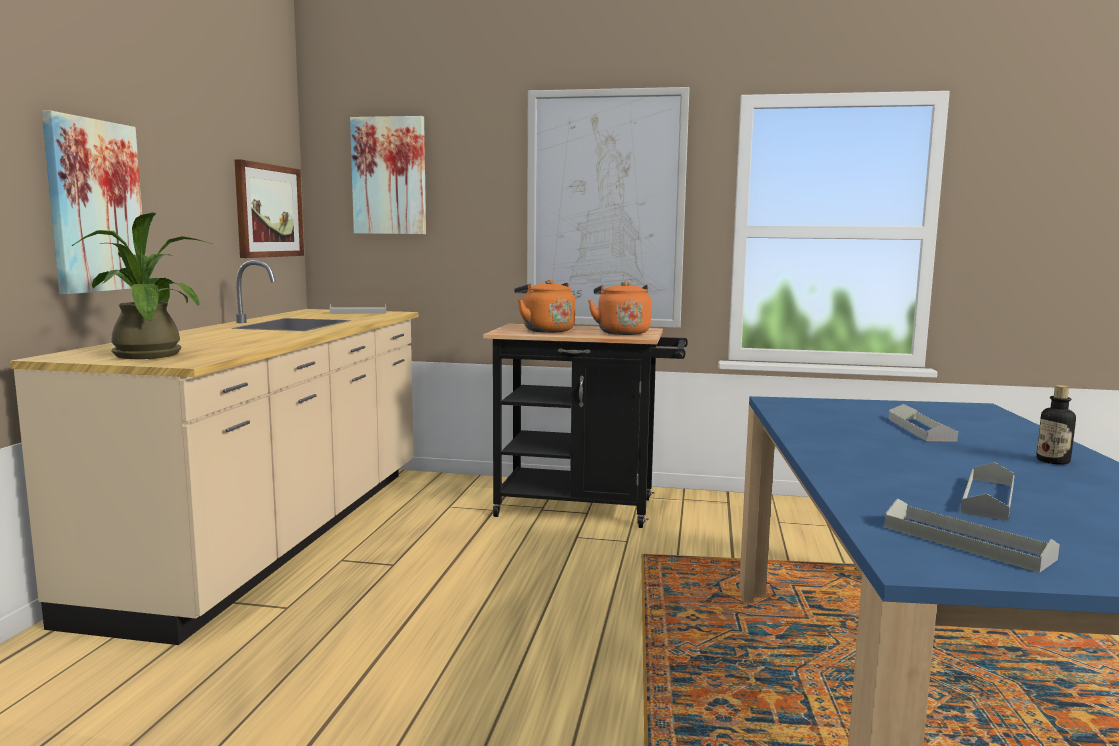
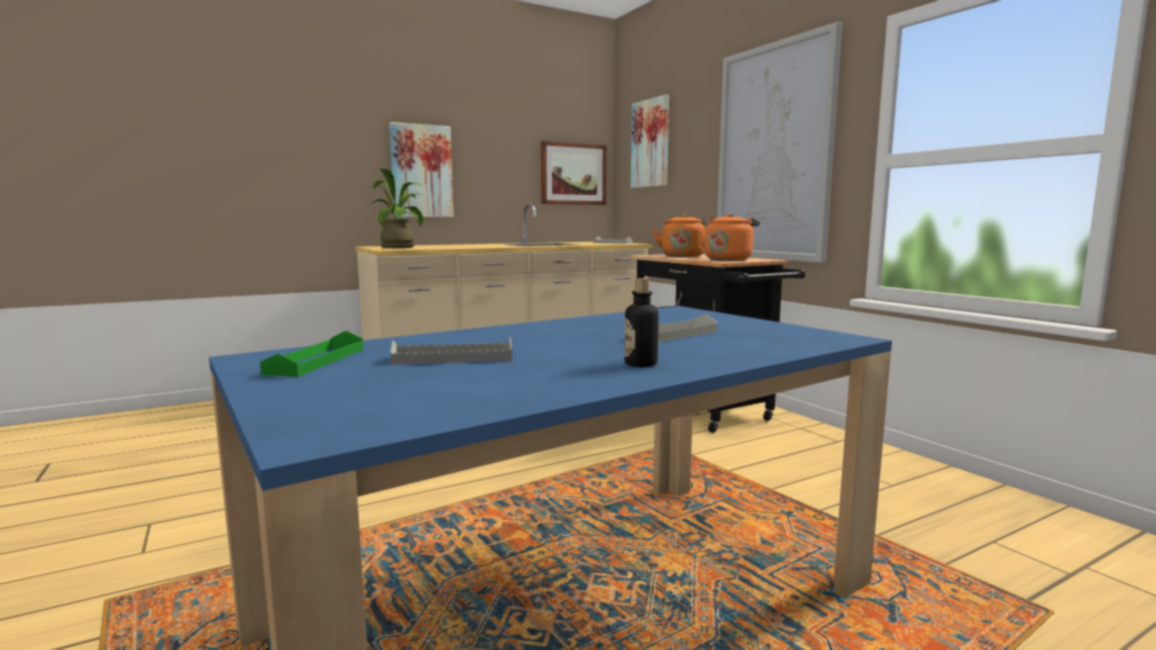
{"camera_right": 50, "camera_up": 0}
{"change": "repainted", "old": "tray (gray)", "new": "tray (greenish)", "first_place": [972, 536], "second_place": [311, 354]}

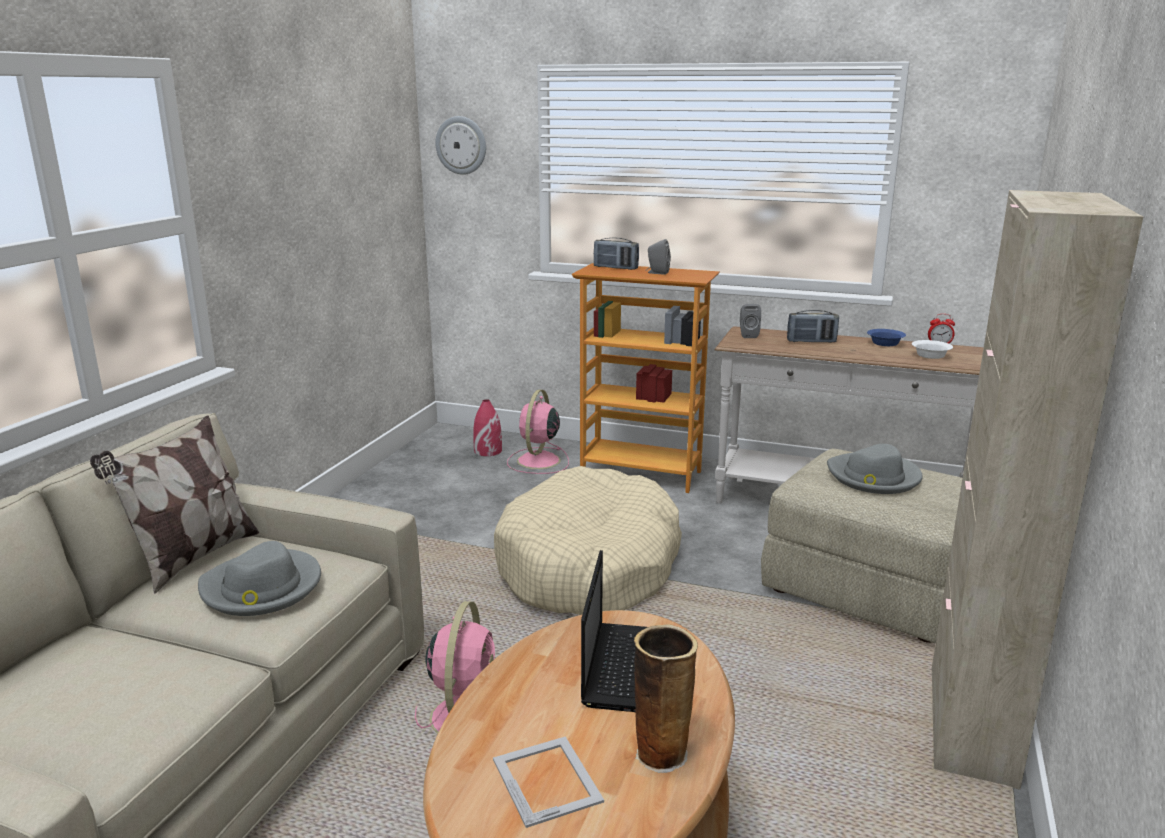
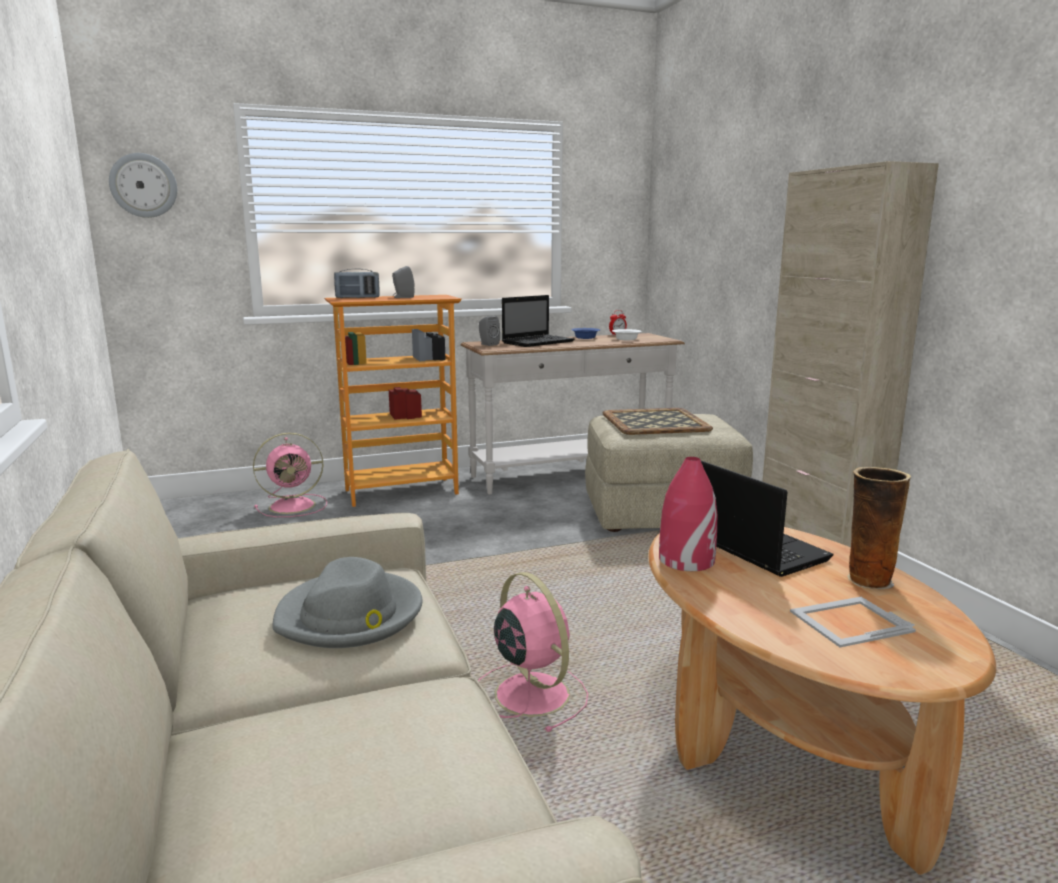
{"camera_right": -40, "camera_up": -5}
{"change": "gone", "old": "throw pillow", "first_place": [174, 504]}
{"change": "gone", "old": "dog bed (beige-coloured)", "first_place": [588, 540]}
{"change": "shifted", "old": "flower vase (red)", "first_place": [487, 427], "second_place": [688, 514]}
{"change": "swapped", "old": "radio", "new": "laptop", "first_place": [813, 326], "second_place": [538, 321]}
{"change": "swapped", "old": "clothing hat (gray)", "new": "tray", "first_place": [875, 469], "second_place": [658, 421]}
{"change": "rotated", "old": "picture frame", "first_place": [548, 782], "second_place": [853, 622], "degrees": -45}
{"change": "rotated", "old": "fan (pink)", "first_place": [538, 431], "second_place": [290, 474], "degrees": -90}

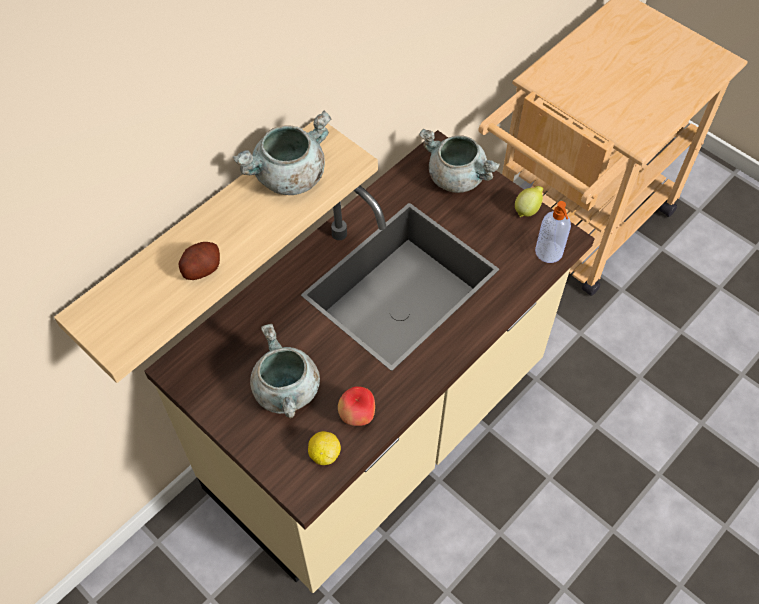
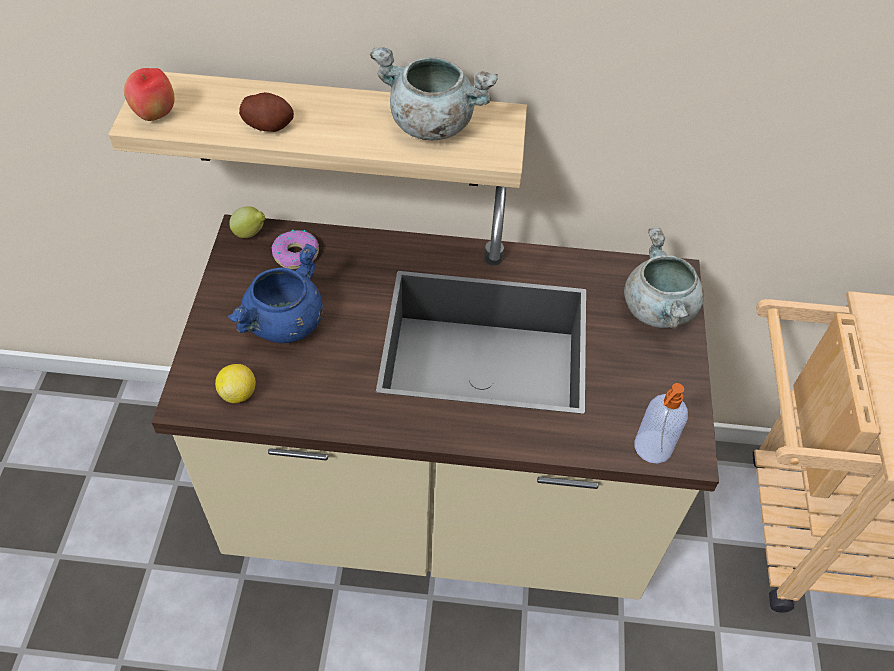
{"camera_right": 50, "camera_up": -5}
{"change": "new", "new": "doughnut", "second_place": [295, 249]}
{"change": "shifted", "old": "apple", "first_place": [356, 406], "second_place": [149, 94]}
{"change": "shifted", "old": "whole lemon", "first_place": [529, 201], "second_place": [247, 222]}
{"change": "repainted", "old": "saucepot (gray)", "new": "saucepot (blue)", "first_place": [285, 371], "second_place": [275, 293]}

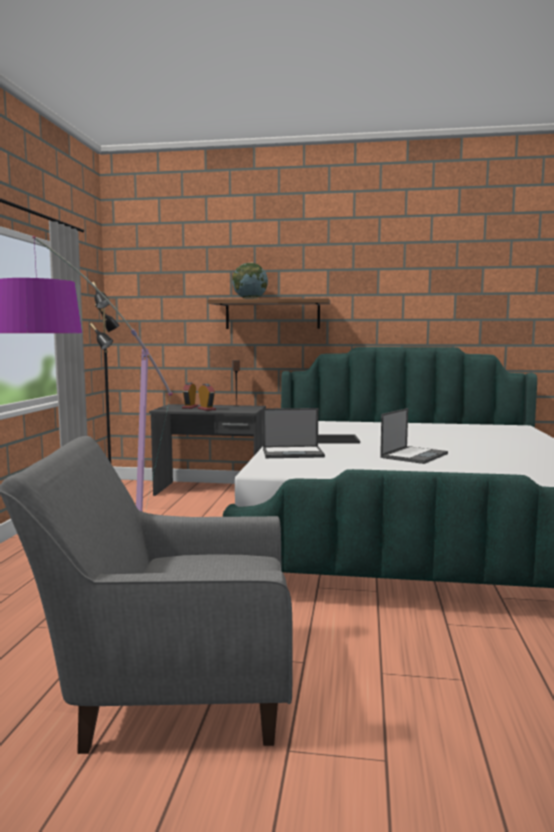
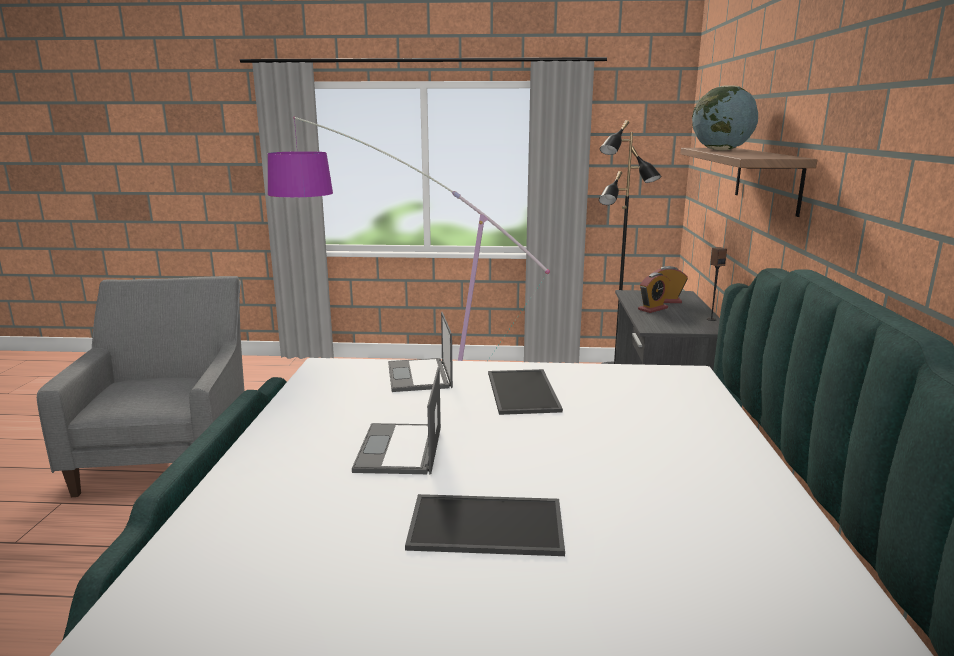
{"camera_right": 85, "camera_up": 10}
{"change": "new", "new": "tray", "second_place": [485, 525]}
{"change": "rotated", "old": "laptop", "first_place": [414, 436], "second_place": [396, 420], "degrees": 60}

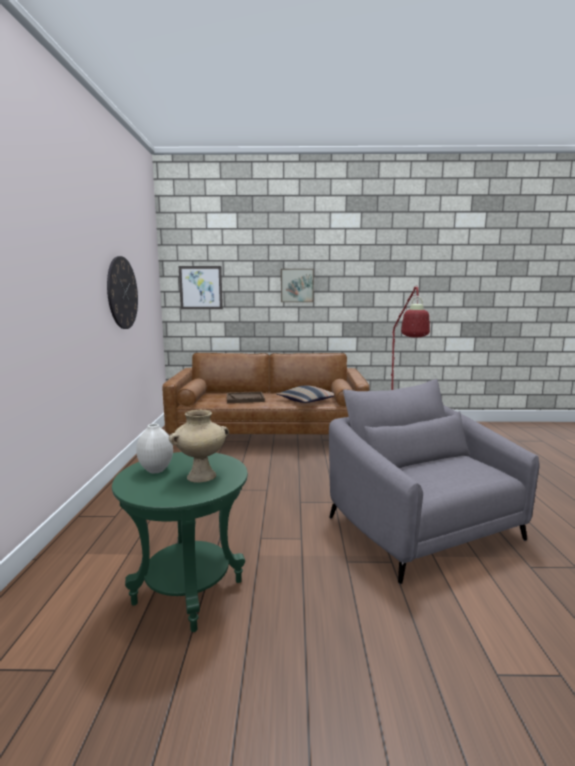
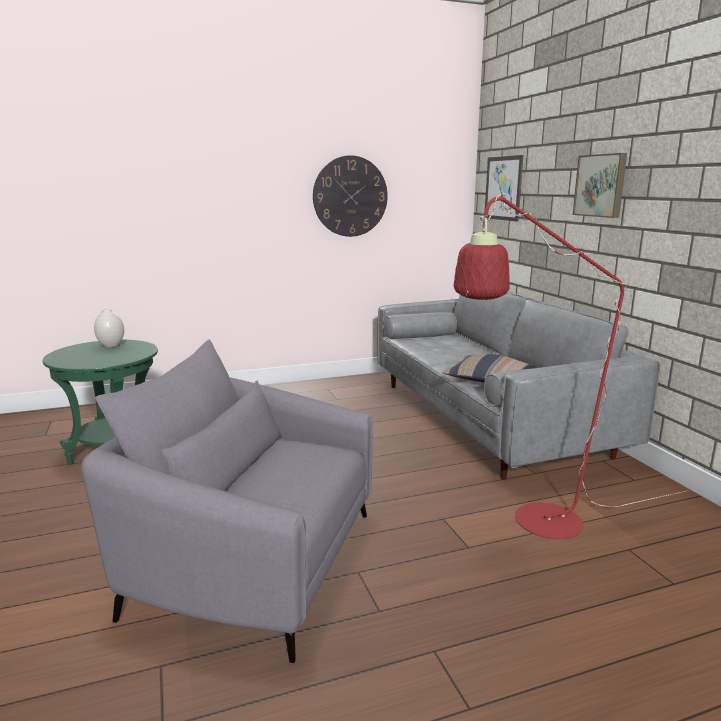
{"camera_right": 70, "camera_up": 5}
{"change": "gone", "old": "flower vase (beige-coloured)", "first_place": [199, 446]}
{"change": "gone", "old": "tray (brownish)", "first_place": [246, 397]}
{"change": "repainted", "old": "couch (brownish)", "new": "couch (gray)", "first_place": [266, 393], "second_place": [519, 386]}
{"change": "rotated", "old": "lounge chair (gray)", "first_place": [434, 481], "second_place": [227, 501], "degrees": -120}

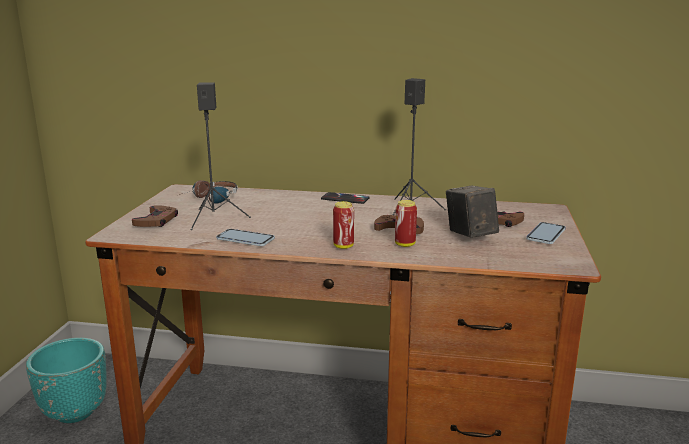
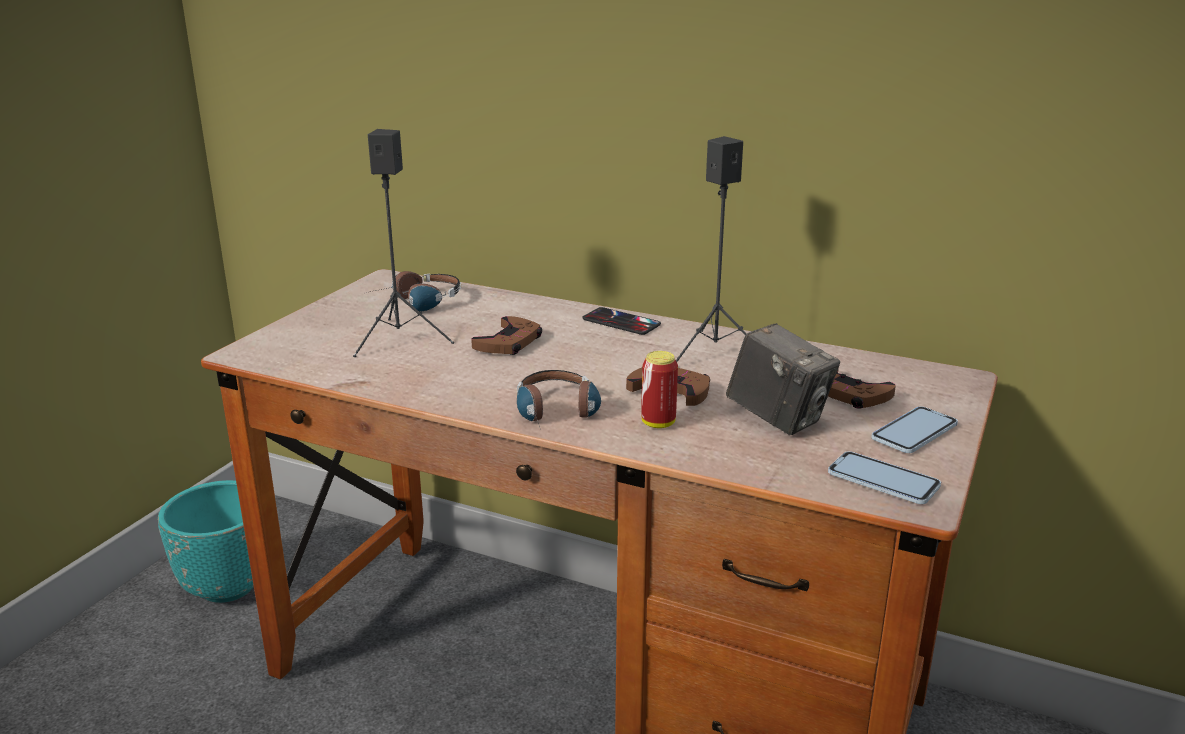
{"camera_right": 15, "camera_up": 5}
{"change": "shifted", "old": "game controller (brownish)", "first_place": [155, 216], "second_place": [506, 335]}
{"change": "shifted", "old": "phone", "first_place": [245, 237], "second_place": [884, 477]}
{"change": "swapped", "old": "sealed can", "new": "headset", "first_place": [343, 225], "second_place": [559, 398]}
{"change": "rotated", "old": "still camera", "first_place": [472, 211], "second_place": [783, 379], "degrees": 135}

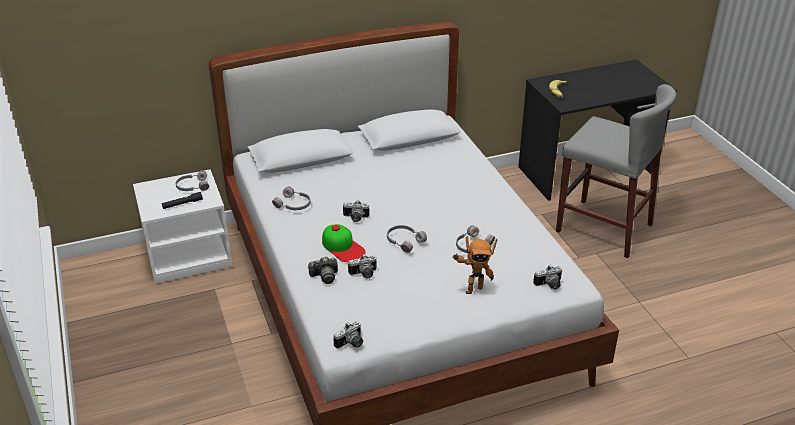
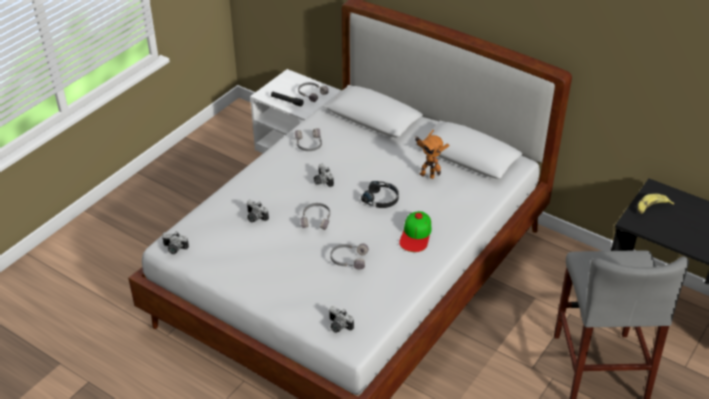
{"camera_right": 55, "camera_up": 5}
{"change": "gone", "old": "still camera", "first_place": [323, 270]}
{"change": "new", "new": "headset (black-coloured)", "second_place": [380, 194]}
{"change": "shifted", "old": "peaked cap", "first_place": [344, 243], "second_place": [415, 231]}
{"change": "shifted", "old": "robot figure", "first_place": [475, 265], "second_place": [432, 154]}

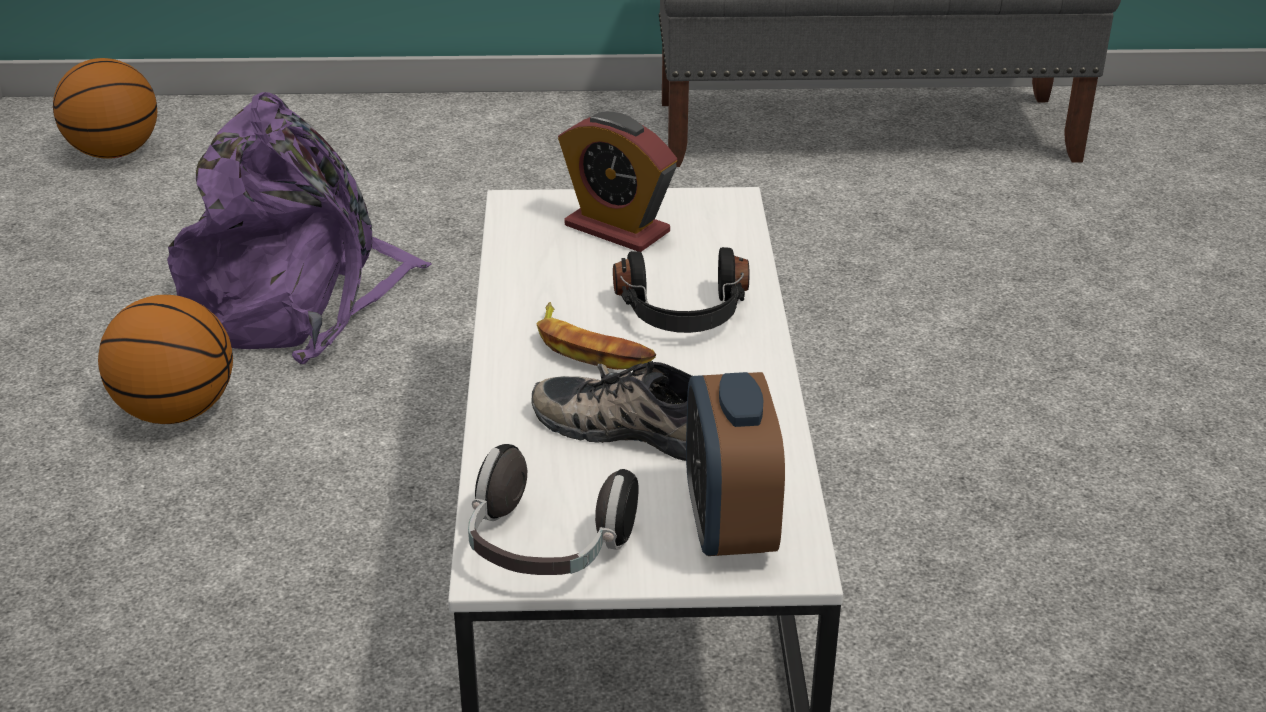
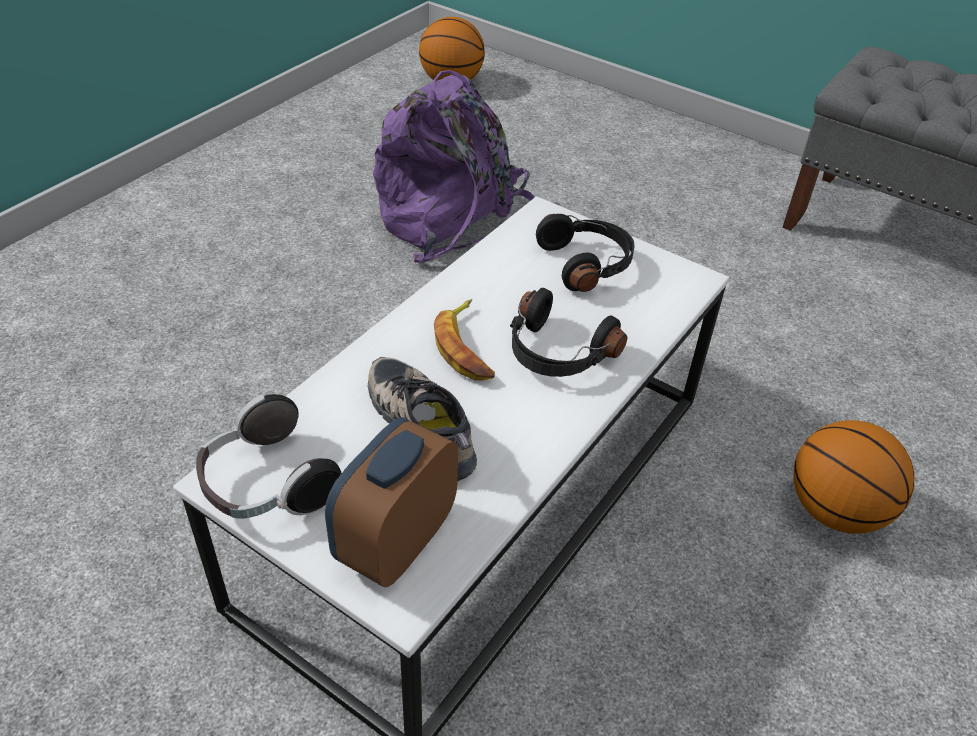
{"camera_right": 35, "camera_up": 10}
{"change": "shifted", "old": "basketball", "first_place": [165, 359], "second_place": [854, 477]}
{"change": "swapped", "old": "table clock", "new": "headset (black-coloured)", "first_place": [617, 182], "second_place": [585, 253]}

